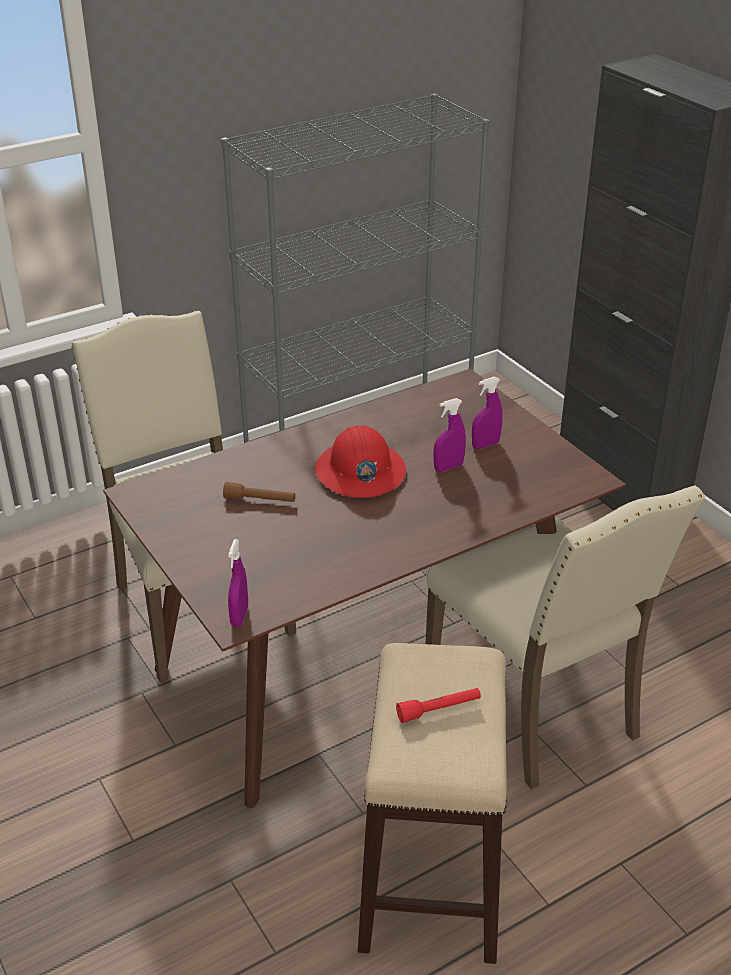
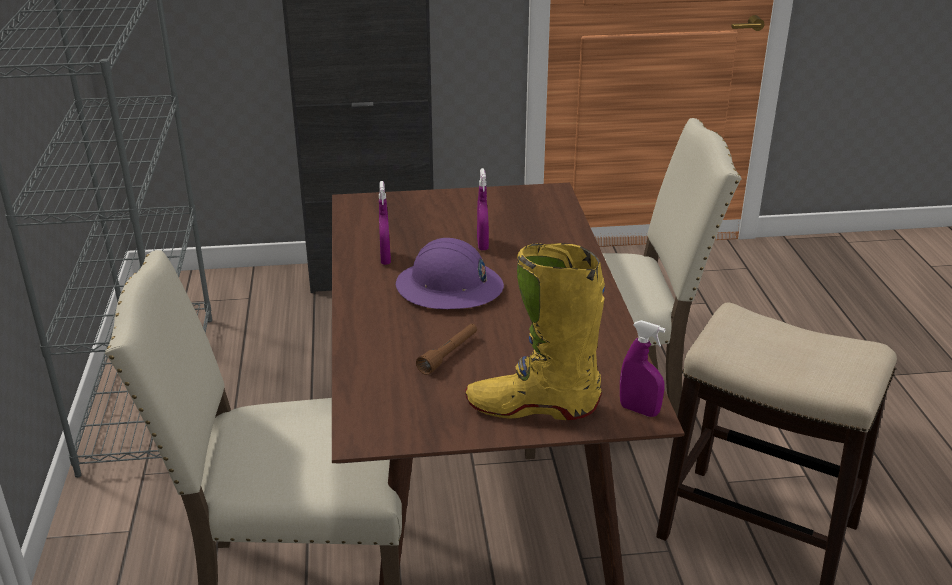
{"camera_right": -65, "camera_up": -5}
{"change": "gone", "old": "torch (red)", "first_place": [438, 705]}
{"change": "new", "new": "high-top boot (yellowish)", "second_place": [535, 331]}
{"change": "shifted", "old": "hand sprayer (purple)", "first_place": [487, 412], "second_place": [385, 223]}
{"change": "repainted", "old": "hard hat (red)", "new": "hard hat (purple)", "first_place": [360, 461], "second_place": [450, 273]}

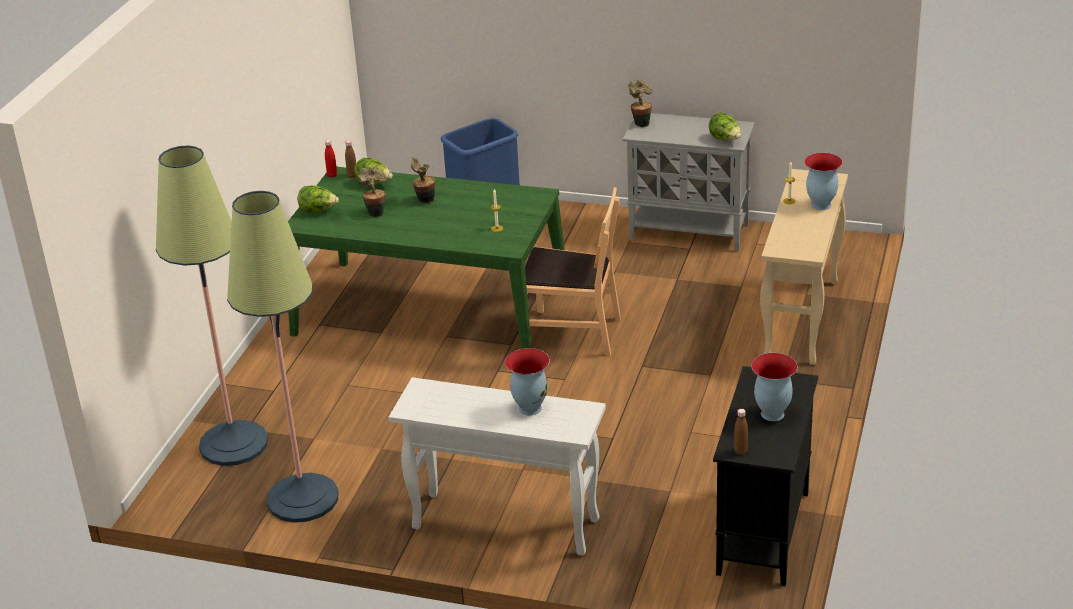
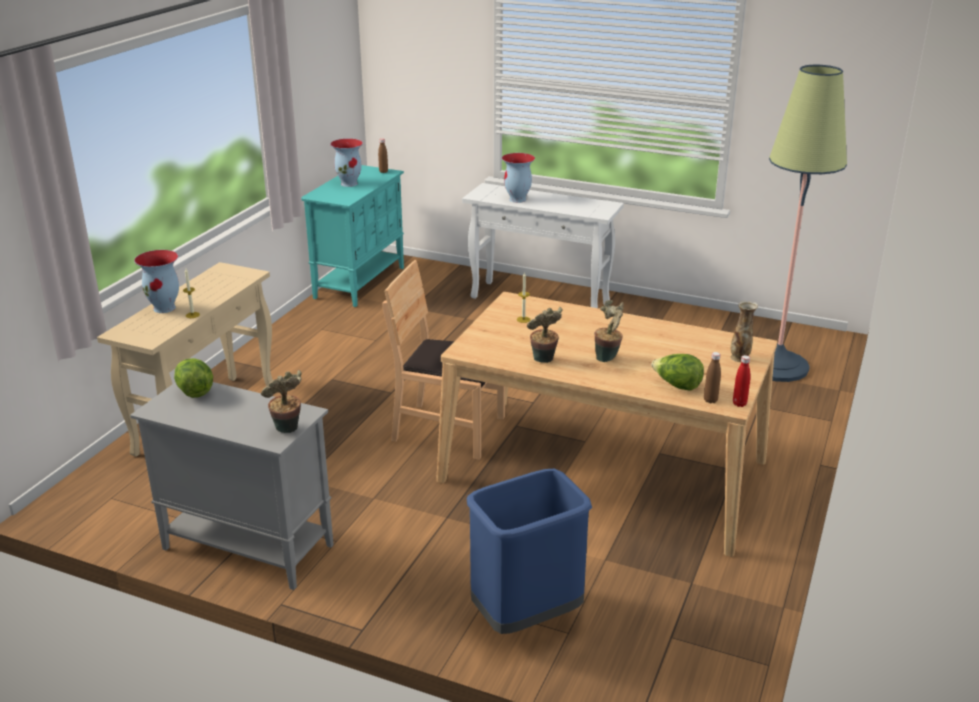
{"camera_right": -175, "camera_up": -5}
{"change": "gone", "old": "standing lamp", "first_place": [282, 357]}
{"change": "shifted", "old": "potted plant", "first_place": [372, 192], "second_place": [545, 335]}
{"change": "swapped", "old": "lettuce head", "new": "flower vase", "first_place": [318, 199], "second_place": [744, 331]}
{"change": "repainted", "old": "dining table (greenish)", "new": "dining table (beige-coloured)", "first_place": [426, 258], "second_place": [606, 424]}
{"change": "repainted", "old": "storage cabinet (black-coloured)", "new": "storage cabinet (turquoise-coloured)", "first_place": [765, 476], "second_place": [352, 236]}

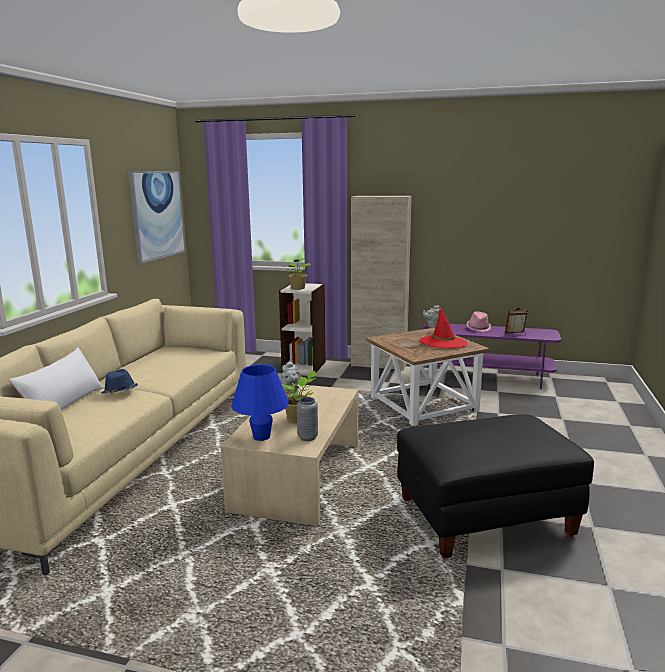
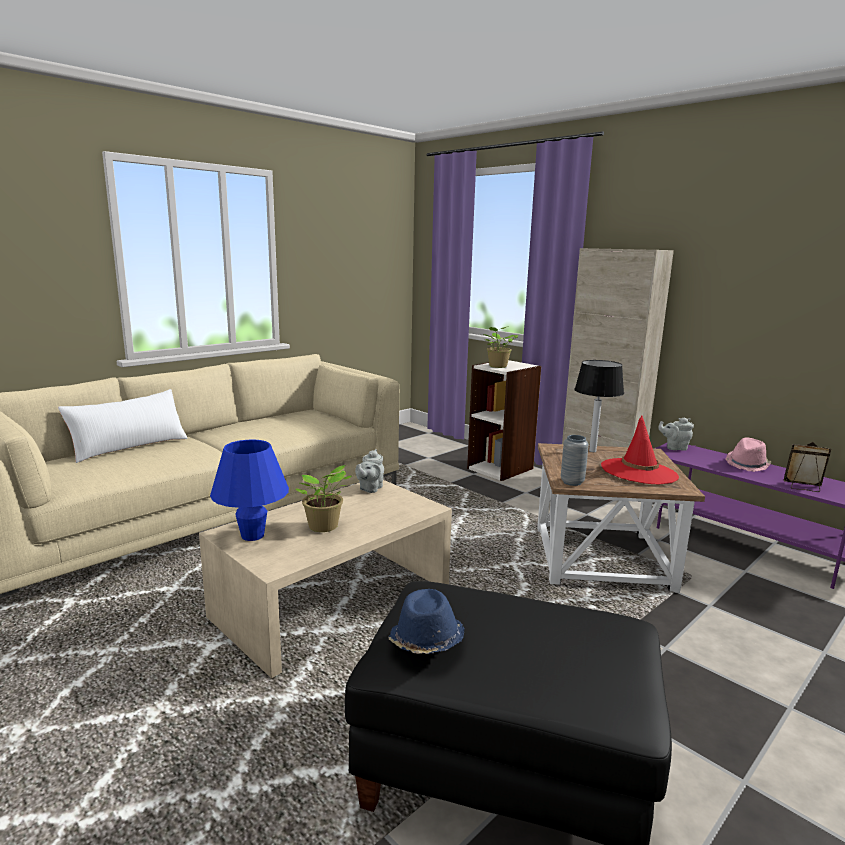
{"camera_right": 30, "camera_up": 0}
{"change": "gone", "old": "wall art", "first_place": [157, 217]}
{"change": "new", "new": "table lamp", "second_place": [599, 406]}
{"change": "shifted", "old": "clothing hat (blue)", "first_place": [119, 381], "second_place": [426, 621]}
{"change": "shifted", "old": "flower vase (gray)", "first_place": [307, 419], "second_place": [575, 460]}

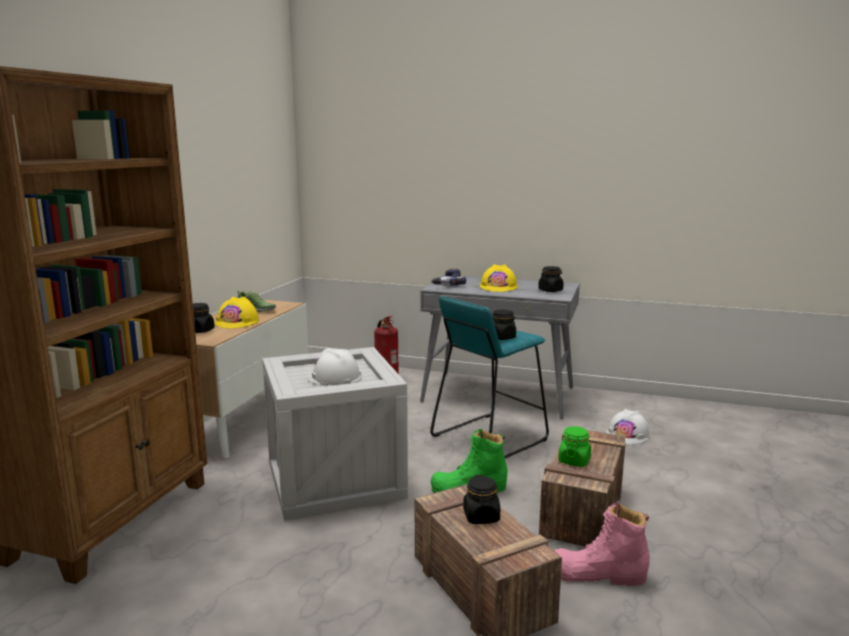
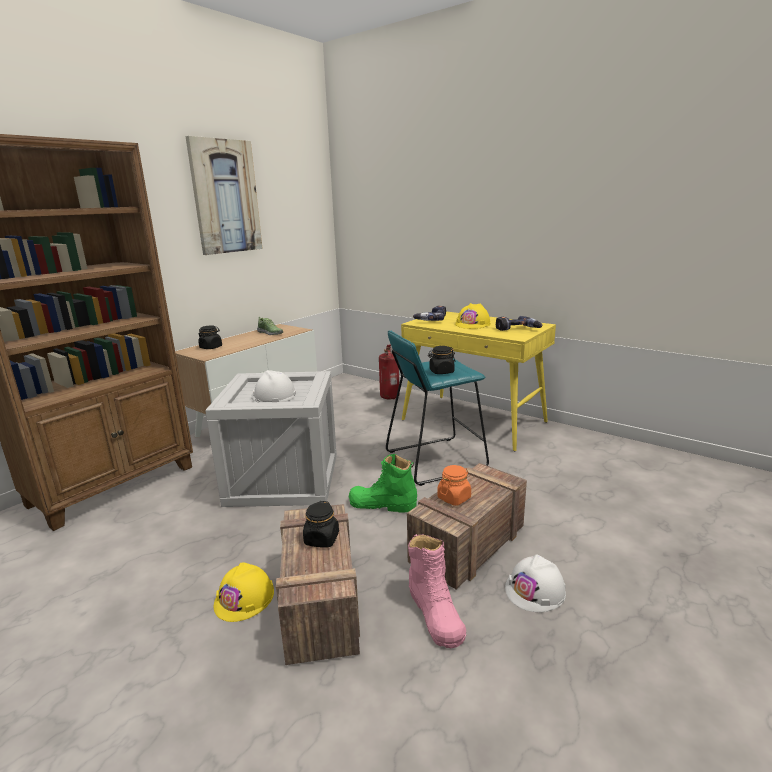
{"camera_right": 20, "camera_up": 5}
{"change": "new", "new": "wall art", "second_place": [224, 195]}
{"change": "shifted", "old": "hard hat (yellowish)", "first_place": [237, 313], "second_place": [244, 592]}
{"change": "shifted", "old": "hard hat (white)", "first_place": [628, 427], "second_place": [535, 583]}
{"change": "swapped", "old": "jar (black-coloured)", "new": "power drill", "first_place": [551, 279], "second_place": [519, 323]}
{"change": "repainted", "old": "desk (gray)", "new": "desk (yellowish)", "first_place": [500, 347], "second_place": [478, 381]}
{"change": "repainted", "old": "jar (greenish)", "new": "jar (orangey)", "first_place": [574, 446], "second_place": [454, 485]}
{"change": "rotated", "old": "high-top boot (pink)", "first_place": [602, 544], "second_place": [437, 591], "degrees": -135}

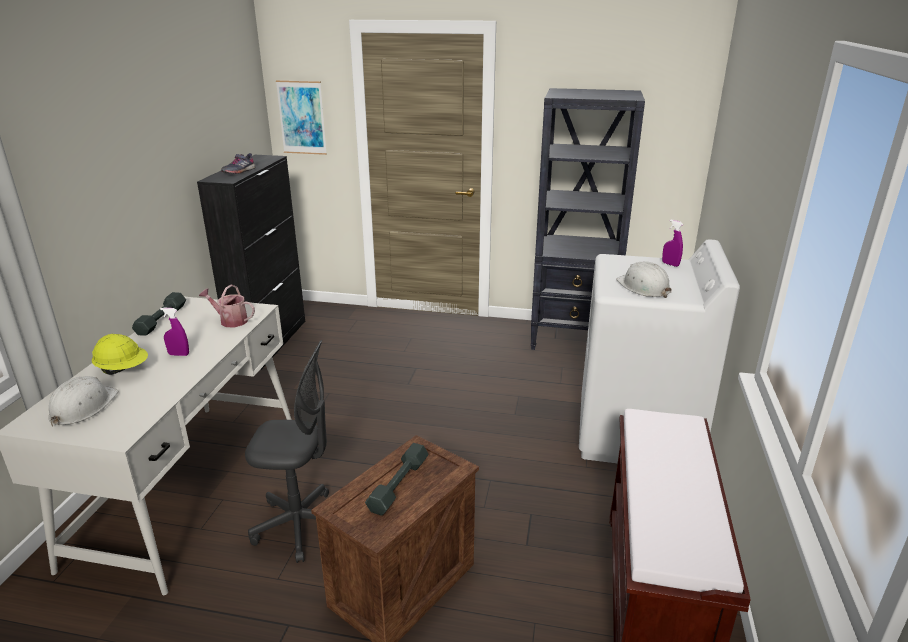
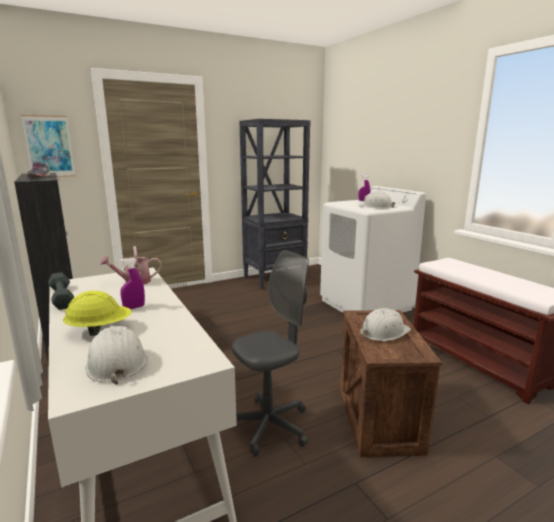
{"camera_right": -40, "camera_up": -10}
{"change": "swapped", "old": "free weight (gray)", "new": "hard hat (white)", "first_place": [397, 479], "second_place": [385, 324]}

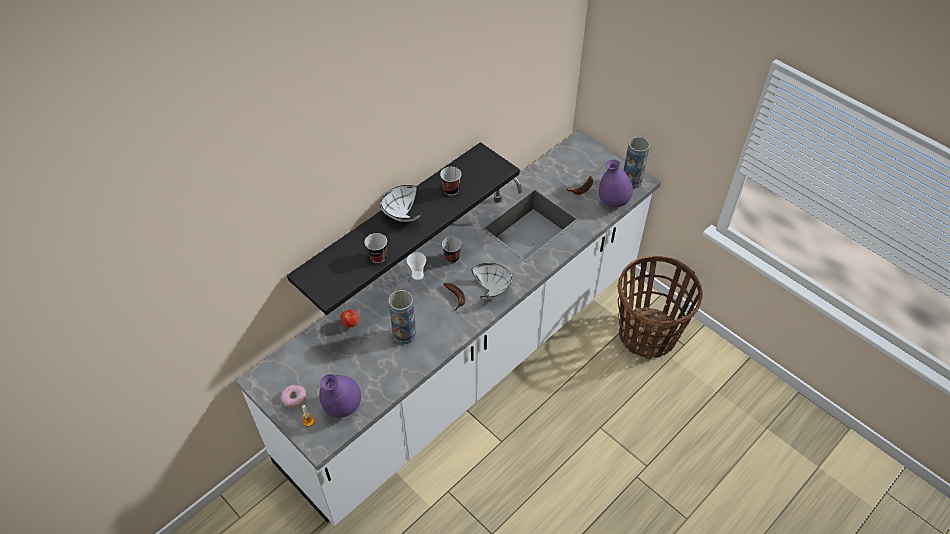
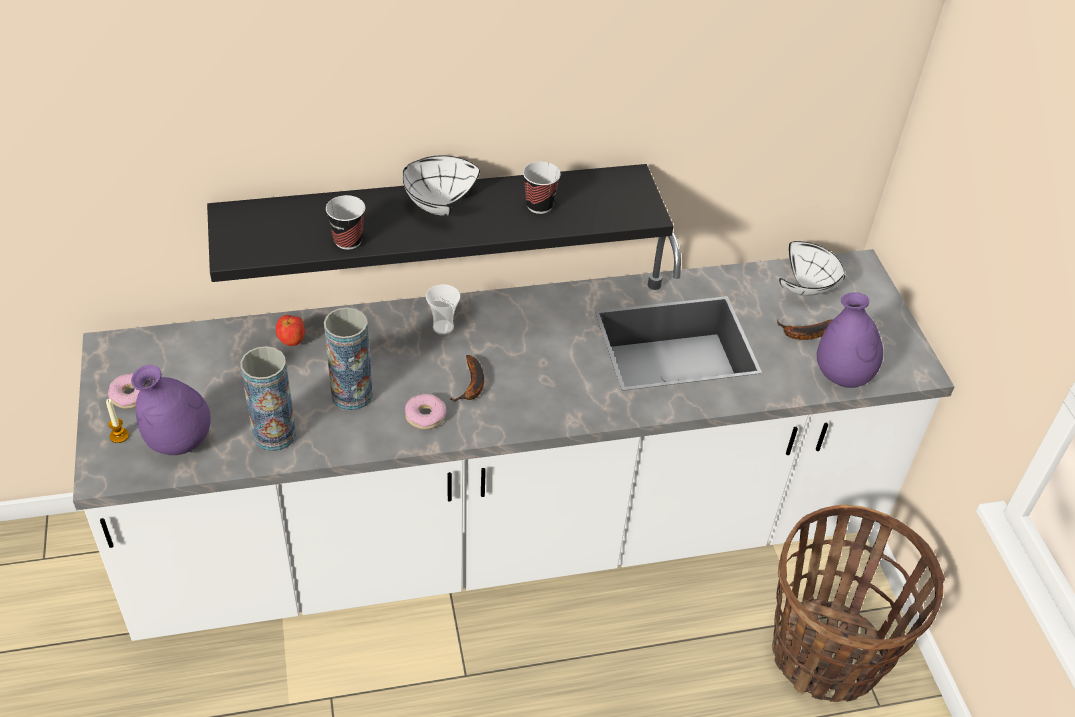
{"camera_right": 30, "camera_up": -5}
{"change": "gone", "old": "drinking cup", "first_place": [452, 250]}
{"change": "new", "new": "doughnut", "second_place": [426, 411]}
{"change": "shifted", "old": "serving bowl (white)", "first_place": [491, 281], "second_place": [812, 268]}
{"change": "shifted", "old": "flower vase", "first_place": [636, 163], "second_place": [268, 398]}

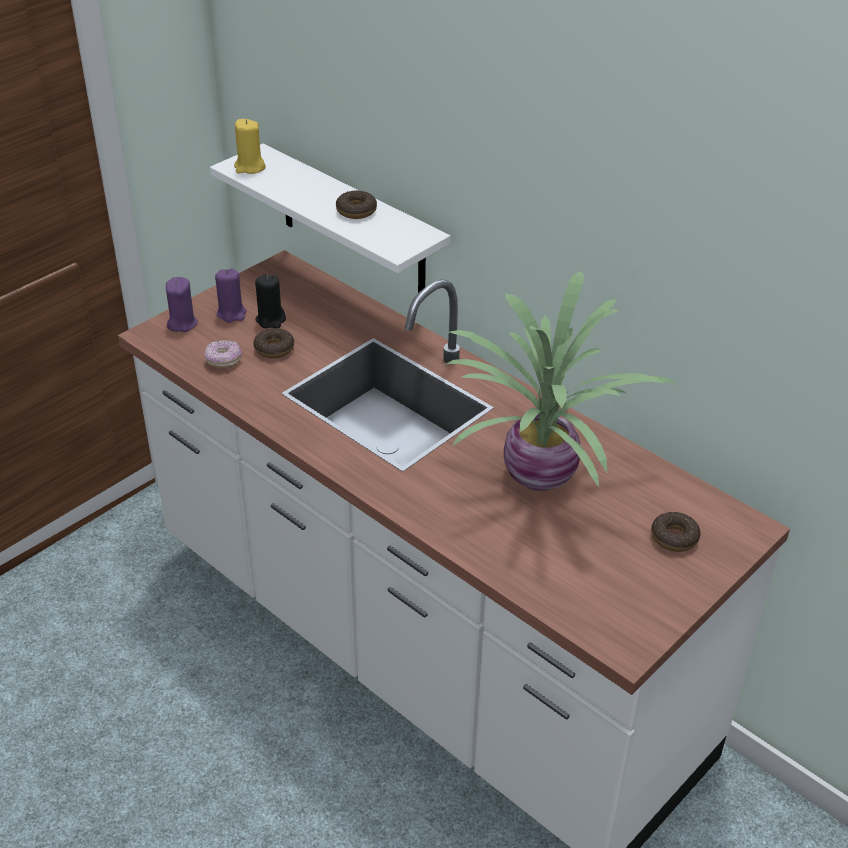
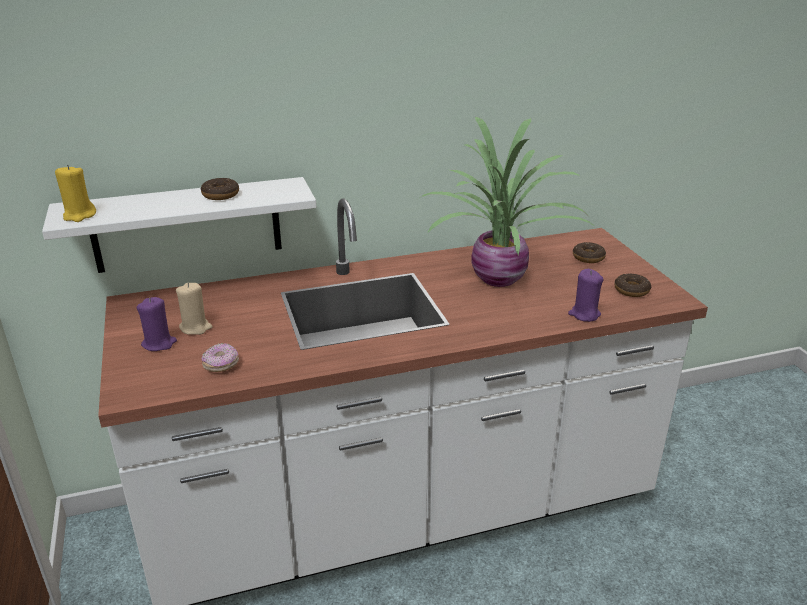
{"camera_right": -60, "camera_up": -10}
{"change": "shifted", "old": "candle (purple)", "first_place": [182, 304], "second_place": [586, 295]}
{"change": "shifted", "old": "doughnut", "first_place": [273, 343], "second_place": [633, 285]}
{"change": "repainted", "old": "candle (black-coloured)", "new": "candle (beige-coloured)", "first_place": [270, 301], "second_place": [194, 309]}

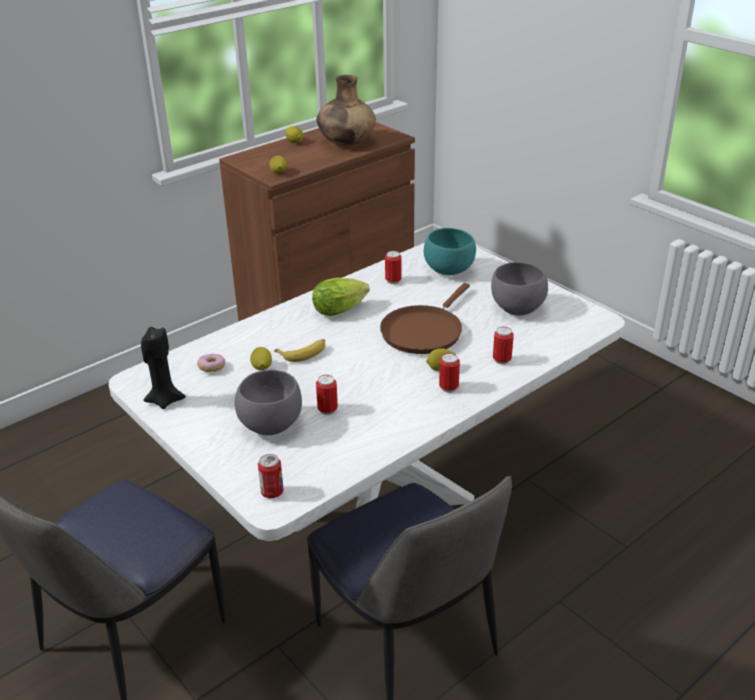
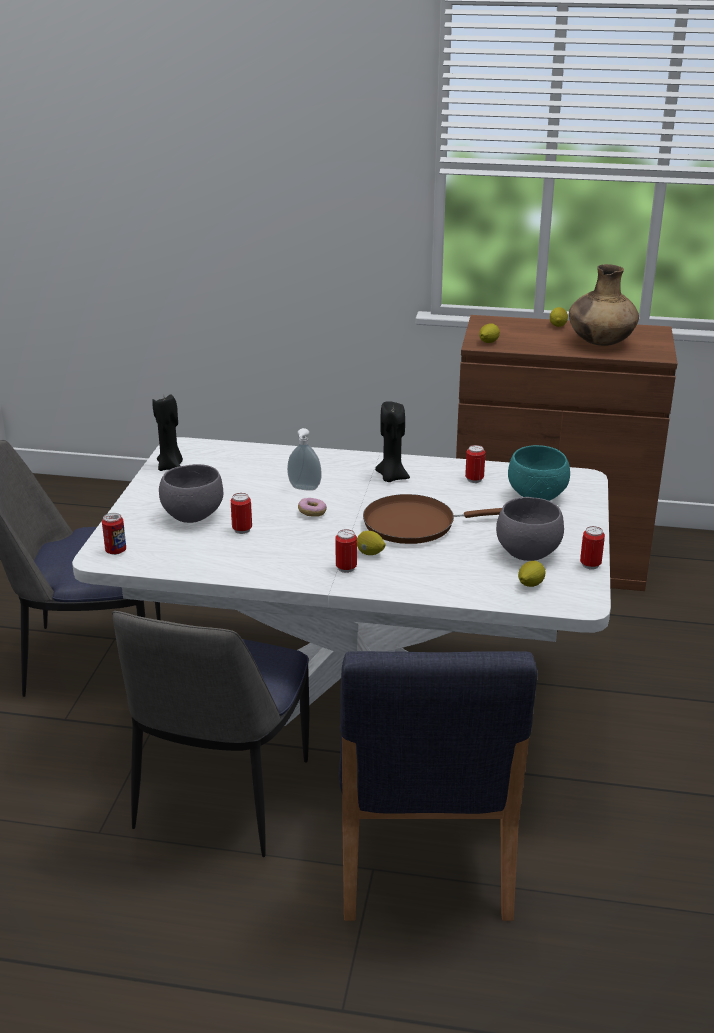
{"camera_right": 50, "camera_up": -5}
{"change": "new", "new": "upright chair (blue)", "second_place": [438, 786]}
{"change": "shifted", "old": "doughnut", "first_place": [211, 363], "second_place": [312, 507]}
{"change": "shifted", "old": "whole lemon", "first_place": [261, 358], "second_place": [532, 574]}
{"change": "shifted", "old": "sealed can", "first_place": [503, 346], "second_place": [592, 547]}
{"change": "swapped", "old": "banana", "new": "soap dispenser", "first_place": [299, 350], "second_place": [304, 459]}
{"change": "swapped", "old": "lettuce head", "new": "candle (black-coloured)", "first_place": [341, 297], "second_place": [392, 441]}

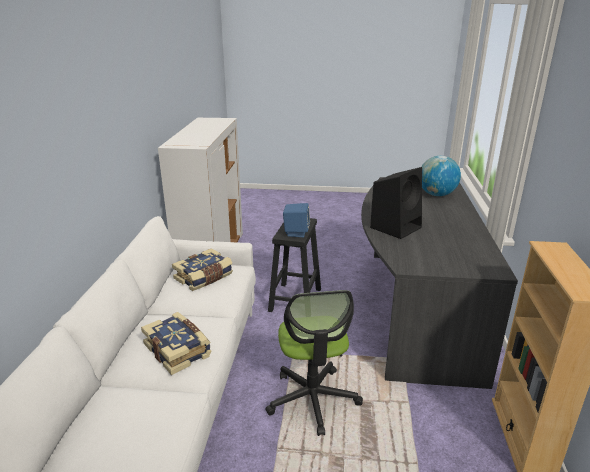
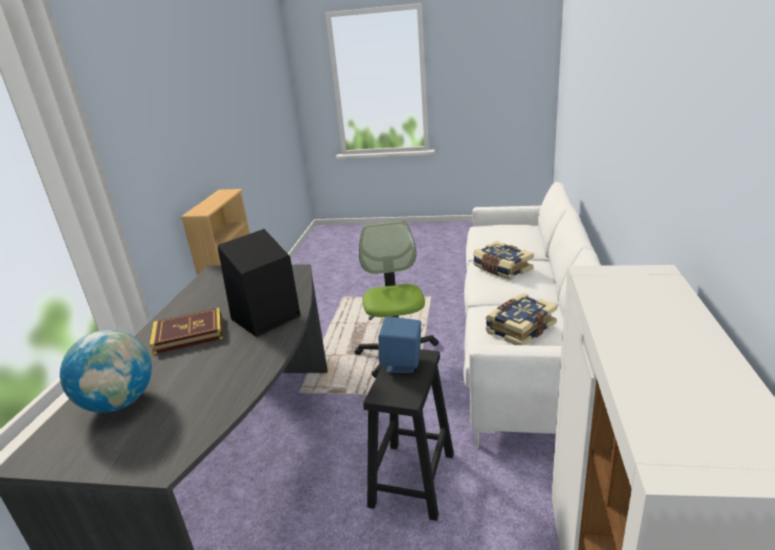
{"camera_right": -175, "camera_up": 0}
{"change": "new", "new": "bound book", "second_place": [186, 331]}

